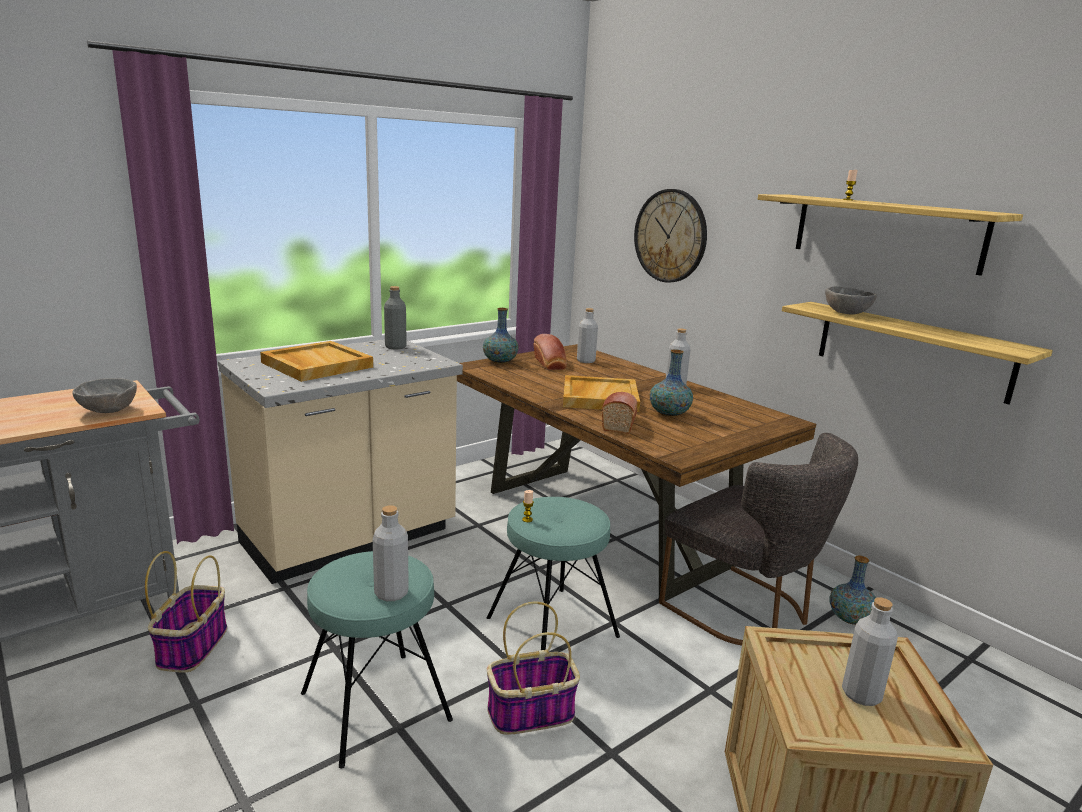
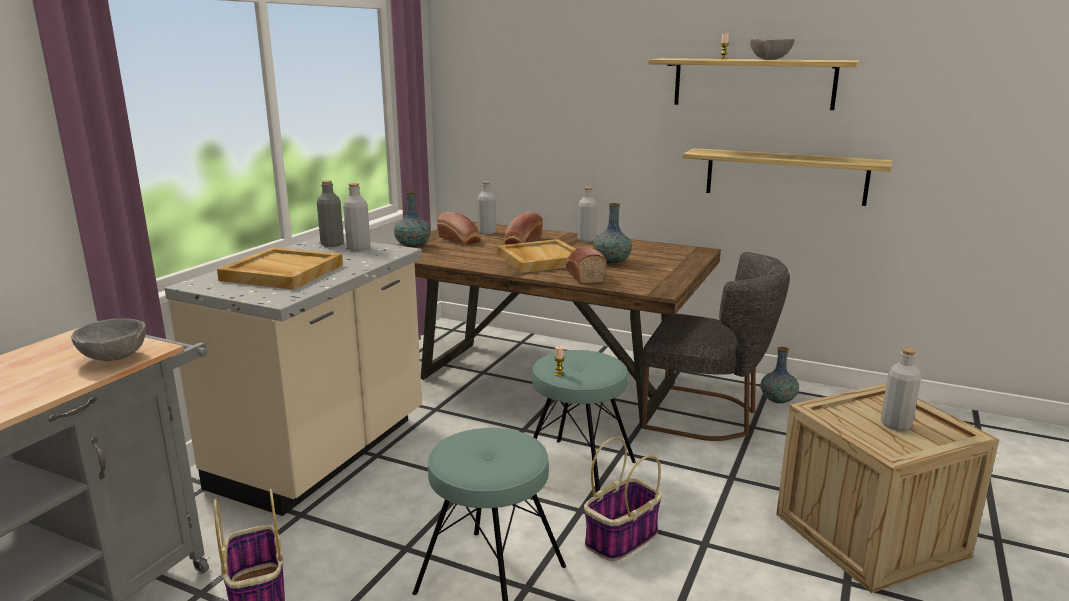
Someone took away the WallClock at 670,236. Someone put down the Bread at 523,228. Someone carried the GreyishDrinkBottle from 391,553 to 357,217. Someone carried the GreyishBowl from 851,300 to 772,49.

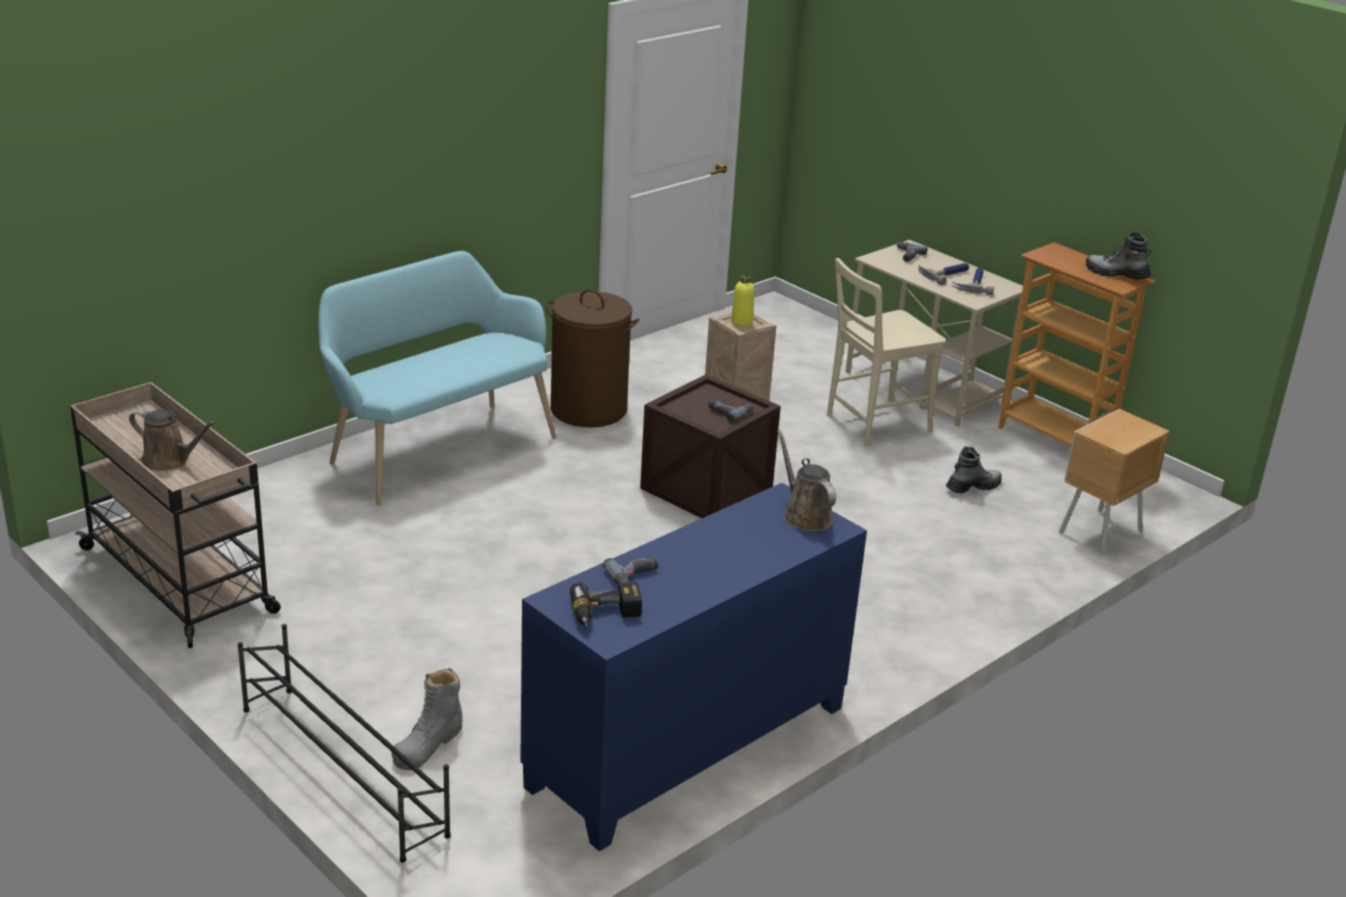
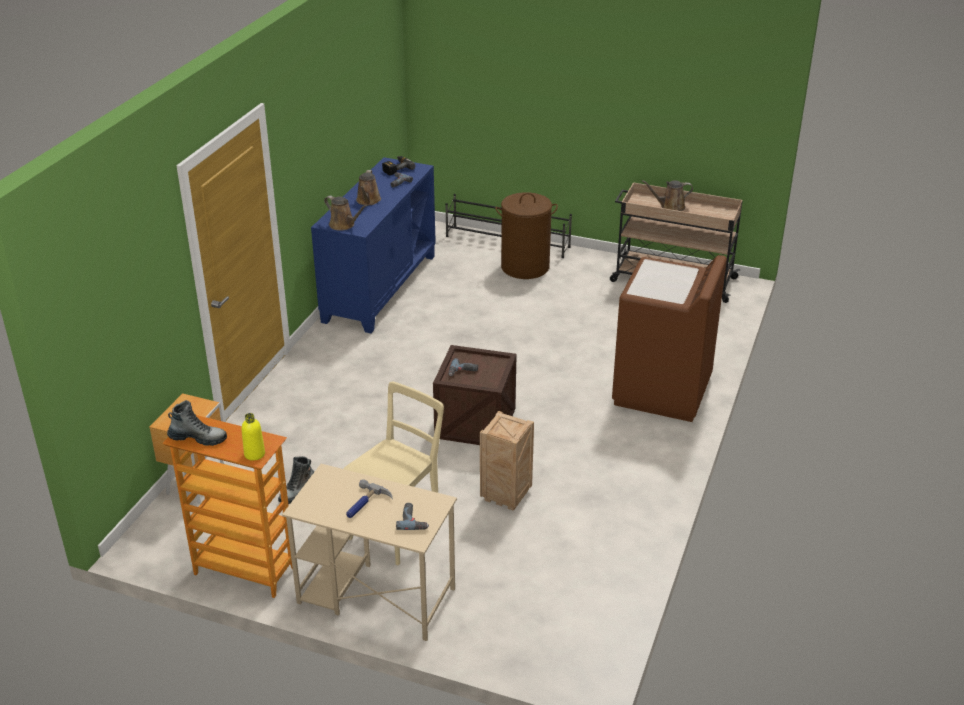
Someone took away the GreyishTallBoot at 427,719. Someone took away the Hammer at 973,281. Someone put down the BrownishSprinklingCan at 368,187. Someone carried the BrownishWashingBasket from 592,358 to 526,235. Someone carried the YellowColouredDrinkBottle from 742,300 to 253,437. Someone swapped the TurquoiseColouredIndoorBench at 437,378 for the BrownishWashingMachine at 669,338.

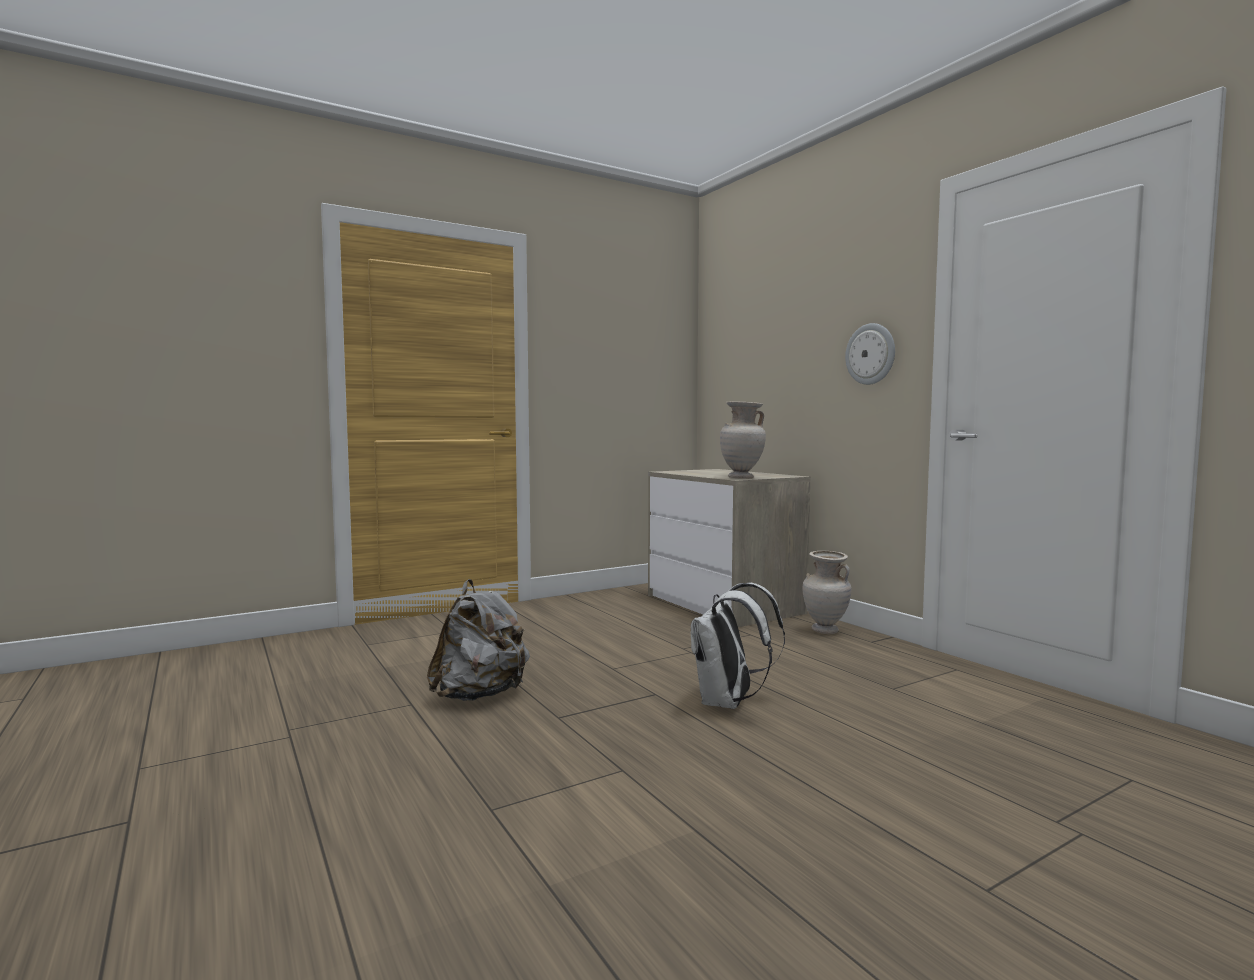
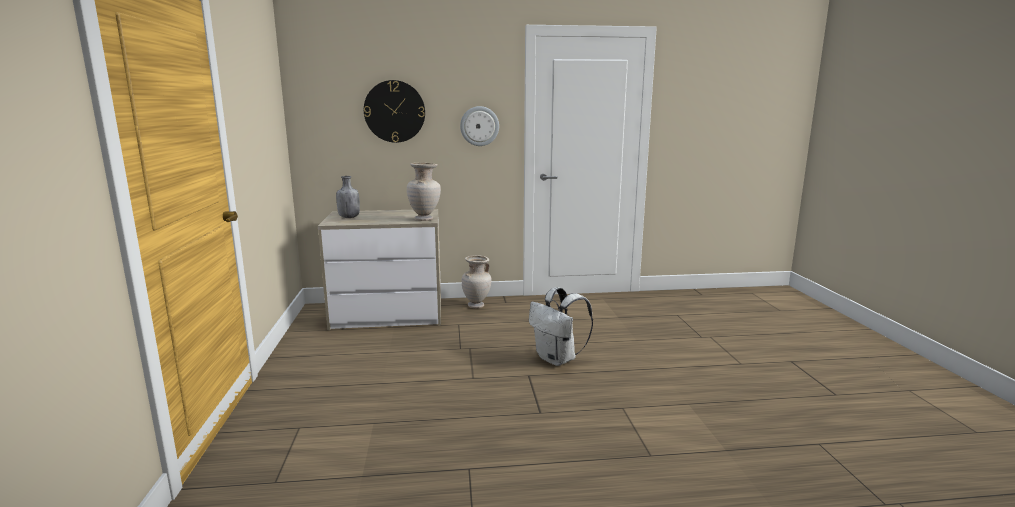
Someone took away the GreyishRucksack at 478,640. Someone put down the GreyishDrinkBottle at 348,197. Someone put up the WallClock at 394,111.

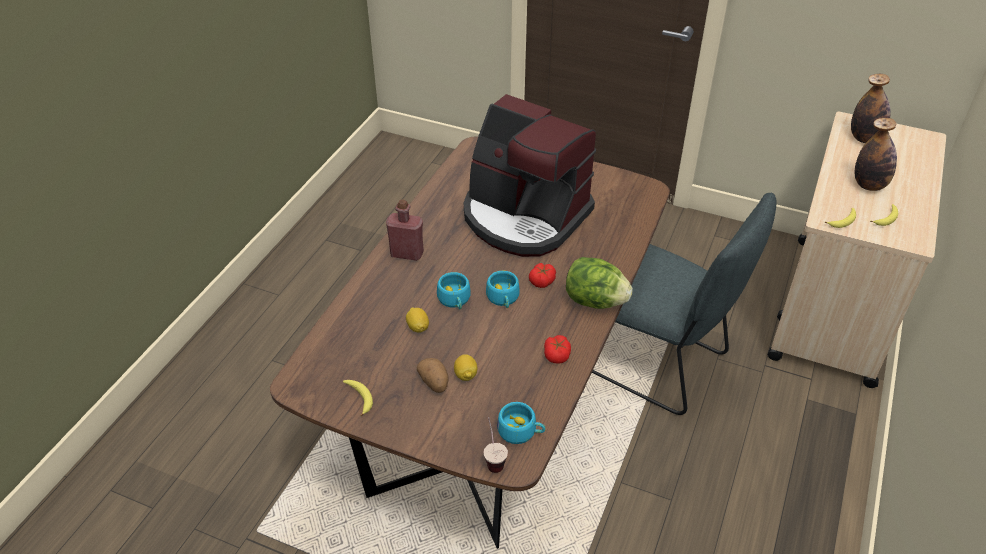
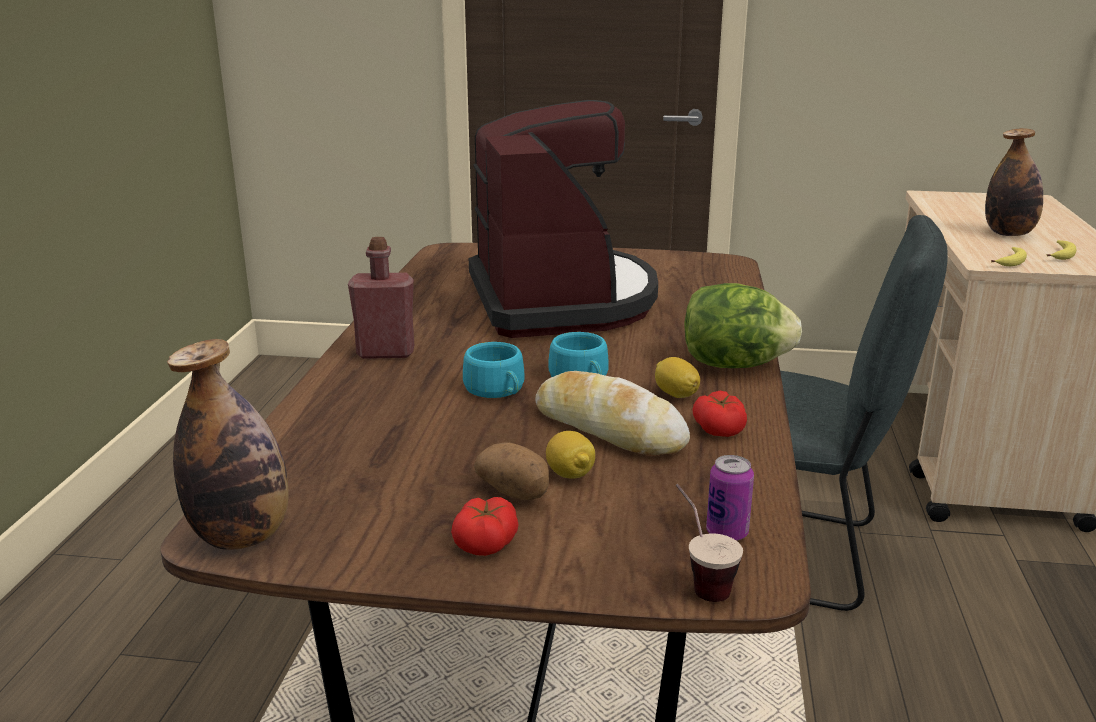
Someone took away the Banana at 358,398. Someone put down the Bread at 612,413. Someone carried the CitrusFruit from 417,320 to 677,377. Someone carried the WholeTomato from 542,275 to 485,526. Someone carried the DrinkBottle from 870,108 to 228,444. Someone swapped the TurquoiseColouredCup at 521,423 for the Can at 730,498. Someone rotated the CoffeeMachine at 530,175 by 120 degrees counterclockwise.

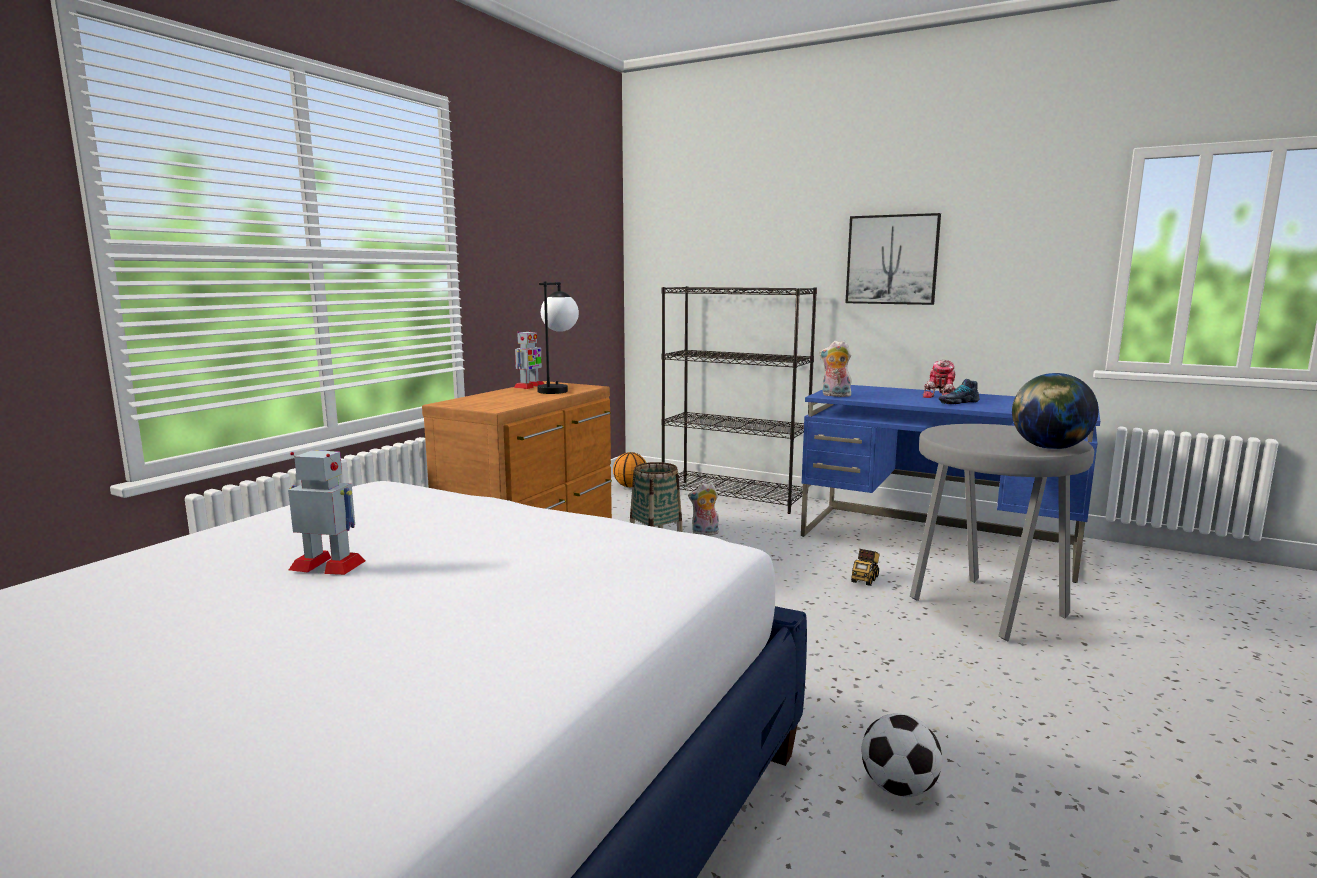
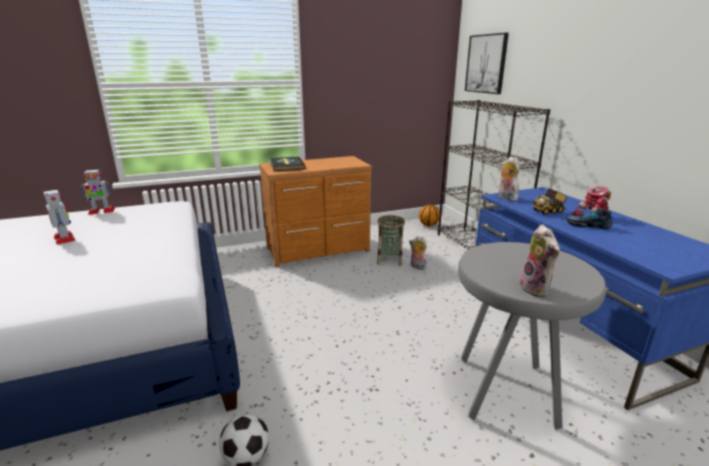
Someone took away the TableLamp at 558,338. Someone put down the BoundBook at 288,163. Someone carried the ModelRobot from 529,359 to 98,192. Someone carried the WallPicture from 893,259 to 487,63. Someone carried the ModelTruck from 865,567 to 550,201. Someone swapped the DeskGlobe at 1055,411 for the SoftToy at 539,260.

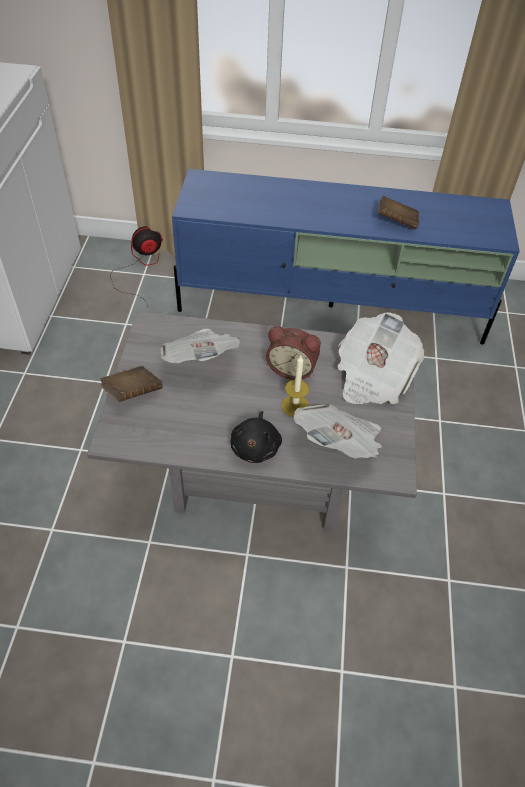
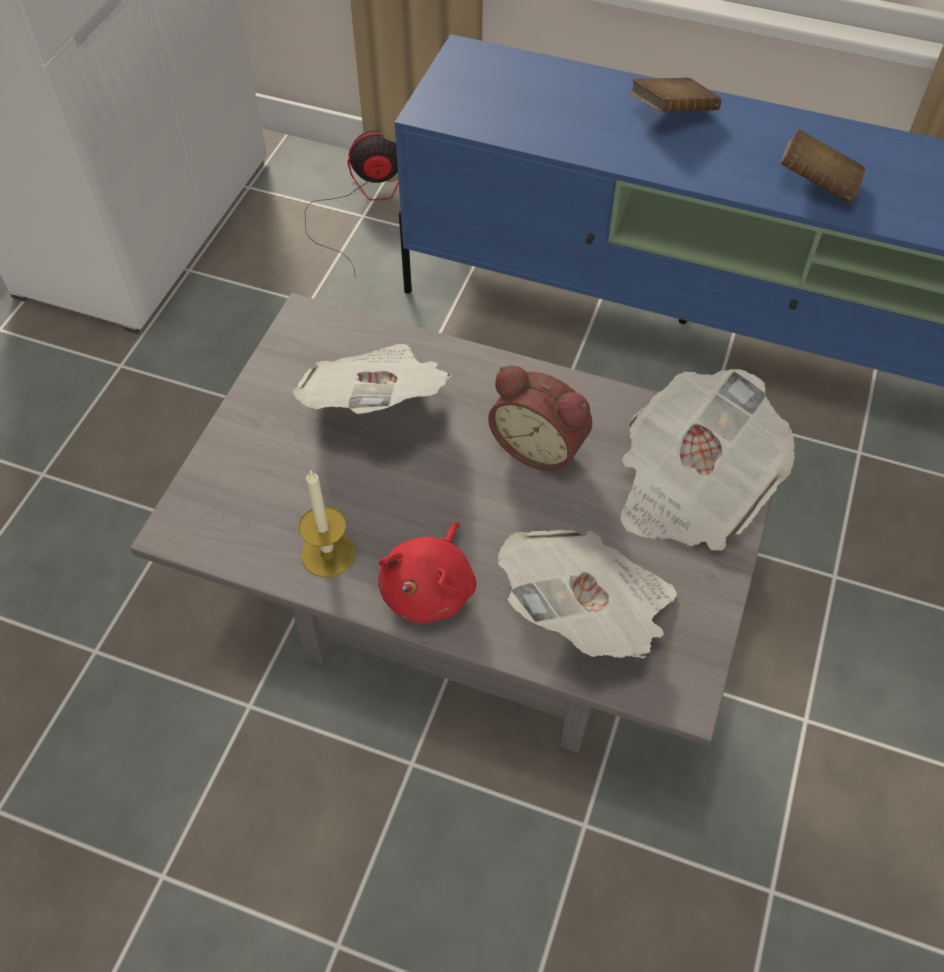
Someone carried the BrownishBoundBook from 131,384 to 675,95. Someone carried the Candle from 295,386 to 326,523. Someone repainted the BlackishSoftToy at 256,437, which became the RedSoftToy at 427,572.

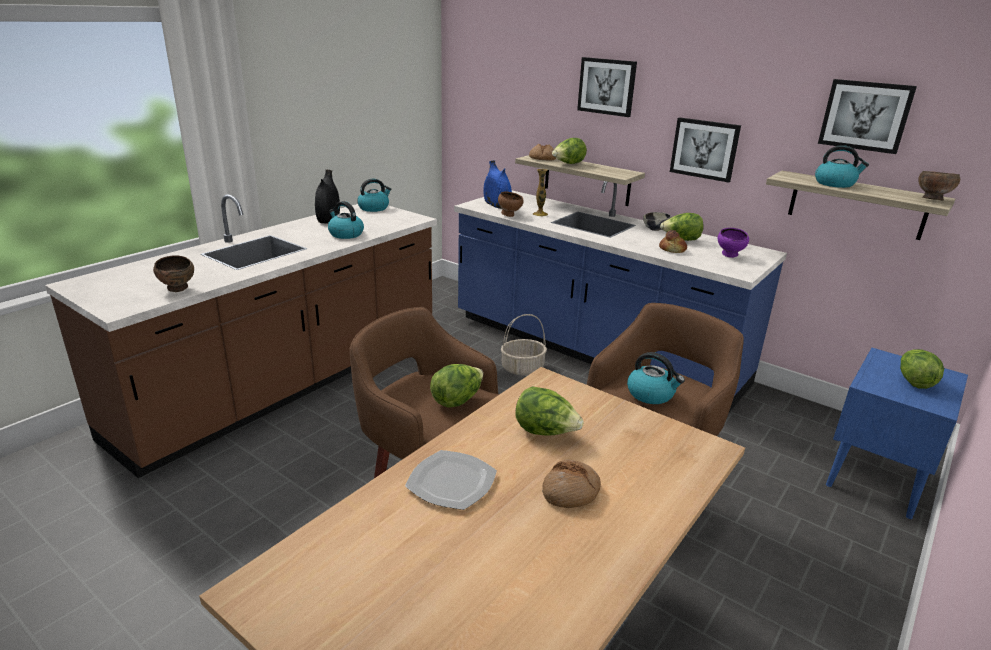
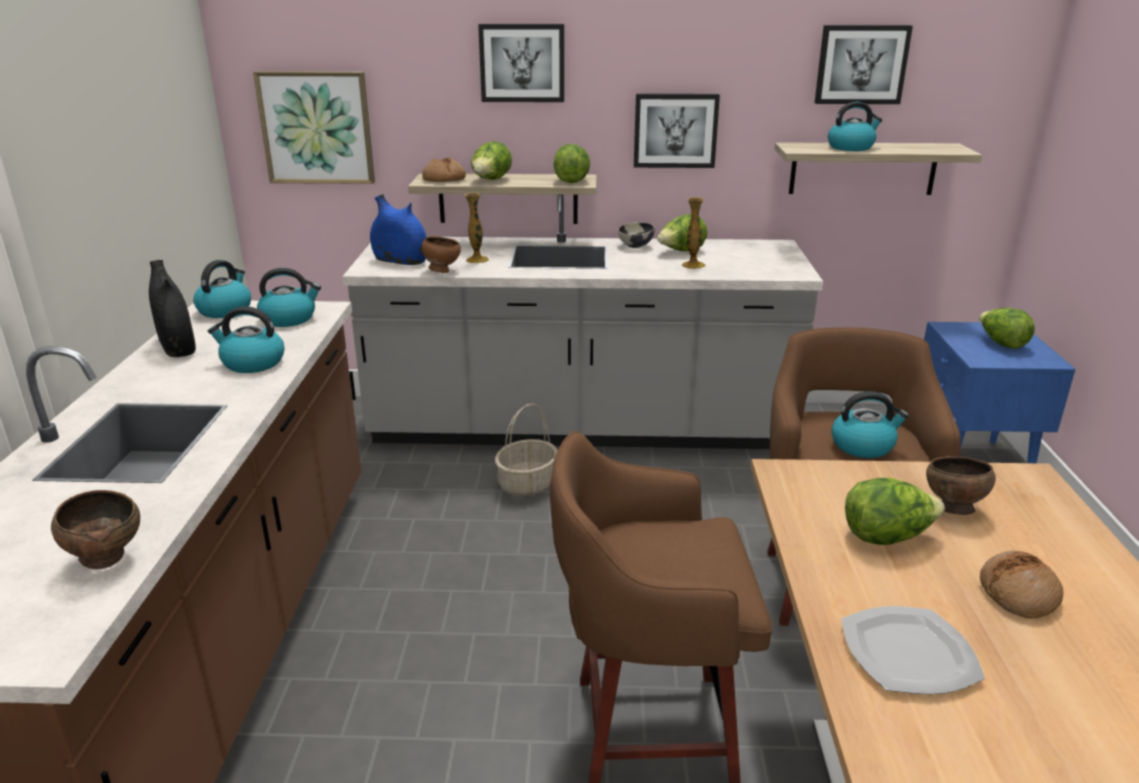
Someone took away the PurpleBowl at 733,243. Someone put up the WallPicture at 314,127. Someone put down the TeaKettle at 289,297. Someone carried the LettuceHead from 456,386 to 572,163. Someone carried the BrownishBowl from 939,185 to 961,485. Someone swapped the Bread at 673,241 for the Vase at 693,233. Someone repainted the BlueKitchenCounter at 620,296, which became the GreyishKitchenCounter at 582,322.

